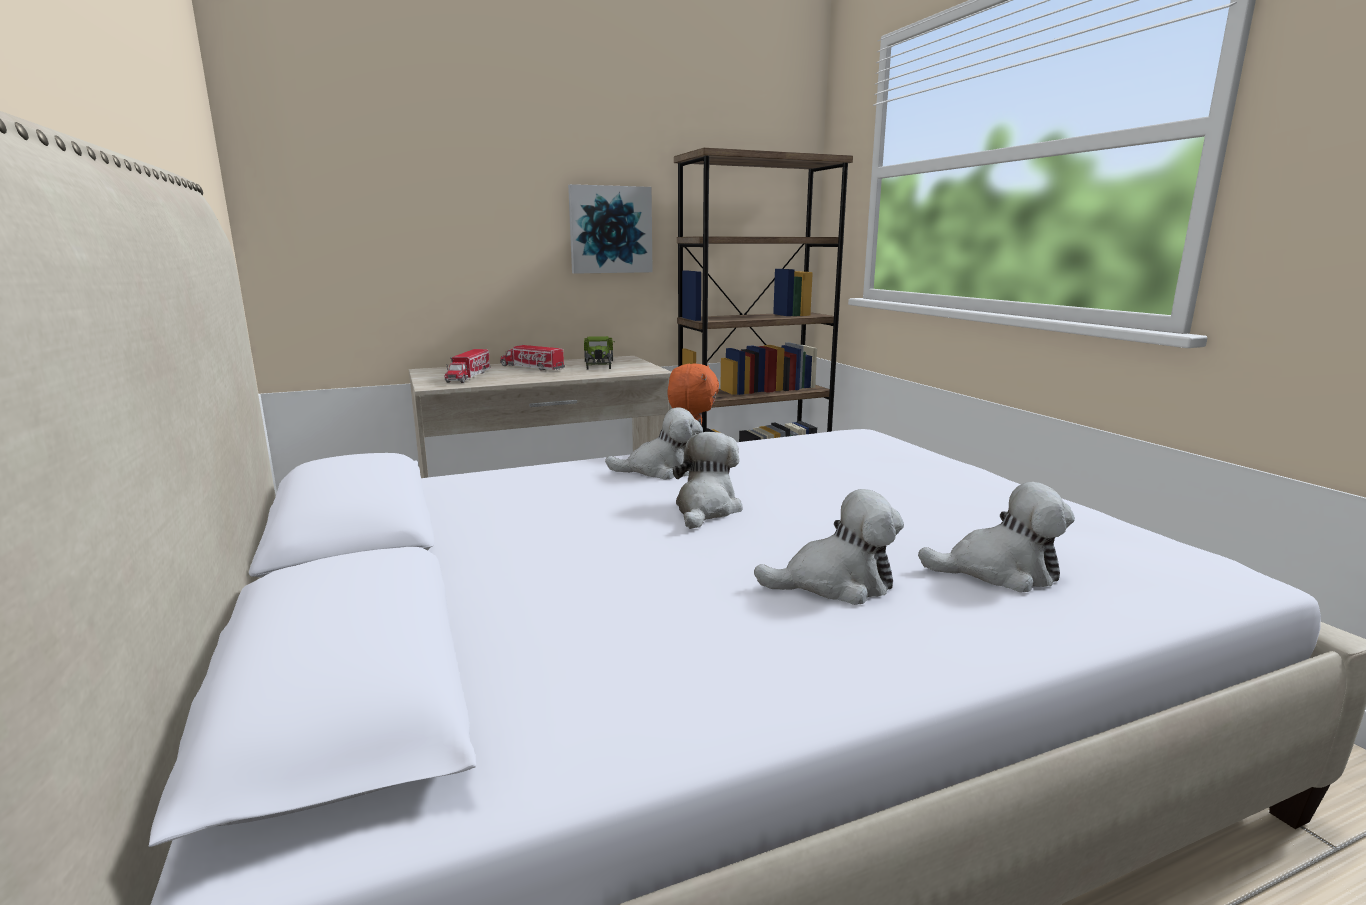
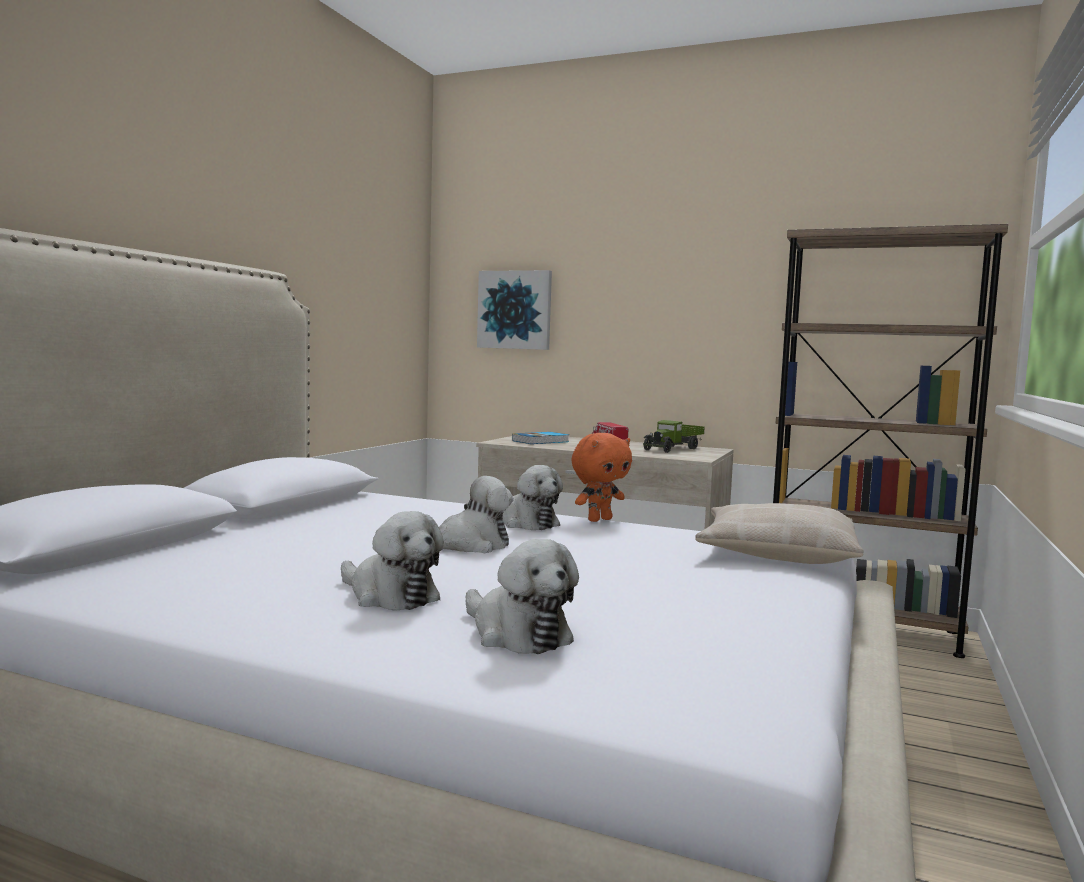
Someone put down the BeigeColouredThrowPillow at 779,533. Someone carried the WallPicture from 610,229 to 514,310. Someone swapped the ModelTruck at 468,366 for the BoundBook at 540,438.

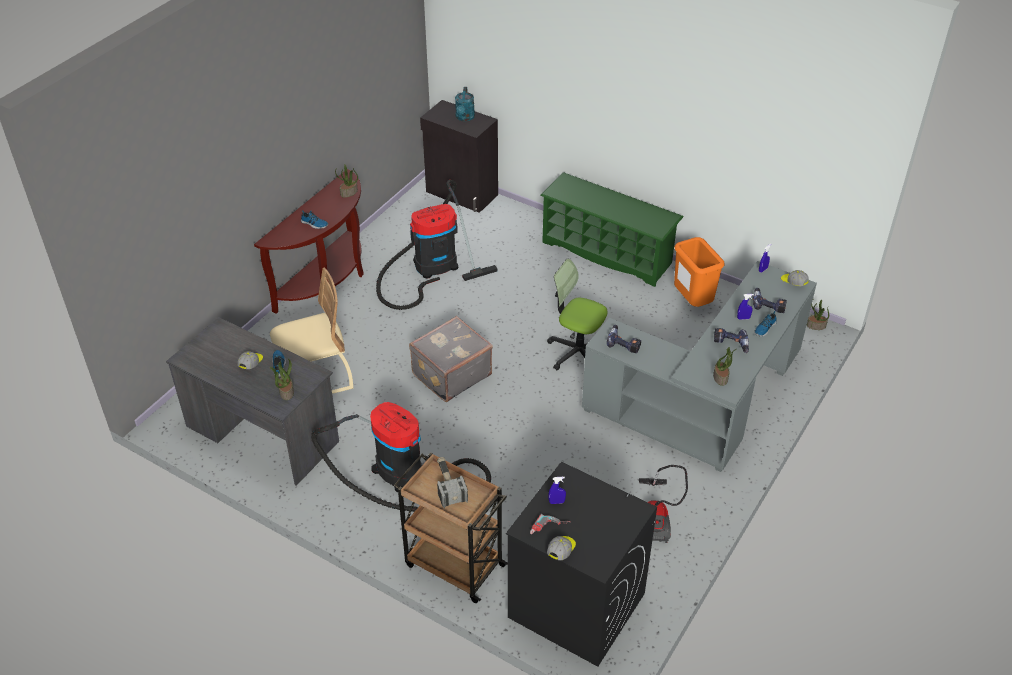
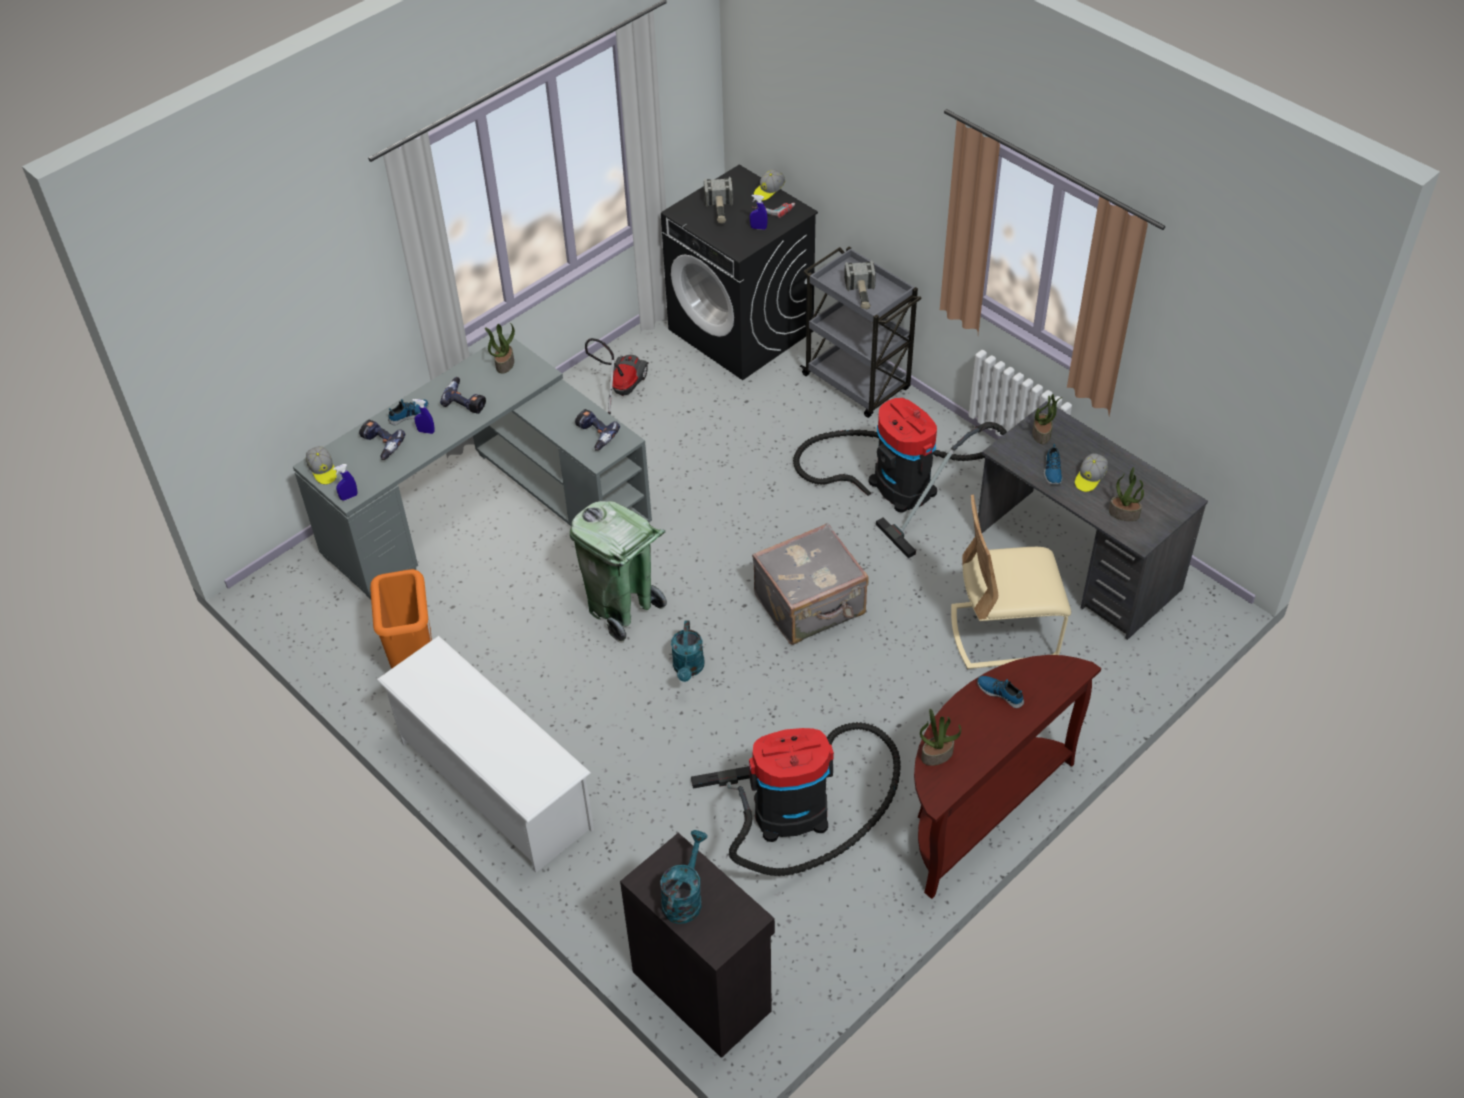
Someone put down the TurquoiseColouredSprinklingCan at 687,651. Someone put down the Hammer at 718,200. Someone carried the Houseplant from 818,314 to 1126,494. Someone swapped the DeskChair at 577,314 for the GreenishRubbishBin at 618,572. Someone repainted the BrownishTrolley at 450,527, which became the GreyishTrolley at 861,332. Someone repainted the GreenishShoeRack at 612,229, which became the WhiteColouredShoeRack at 485,754.

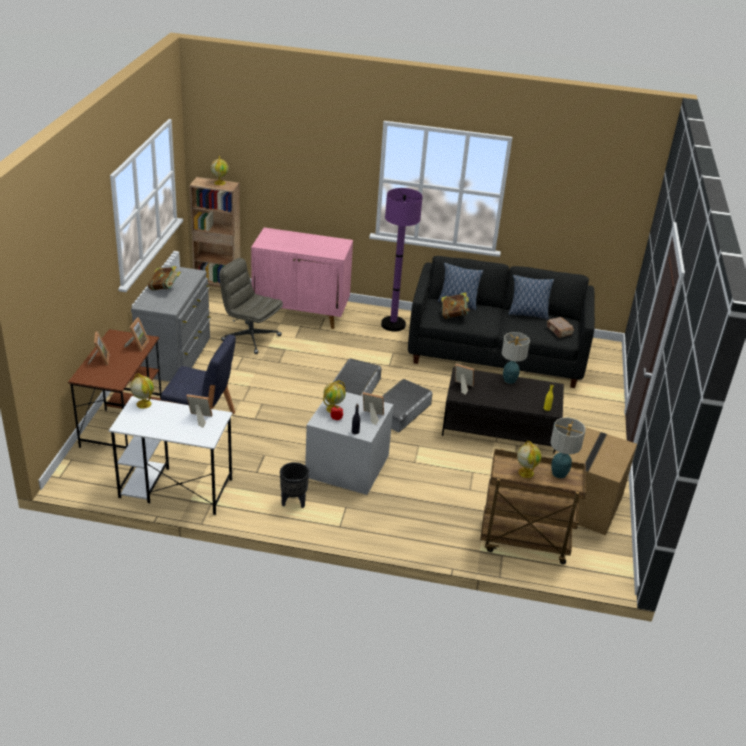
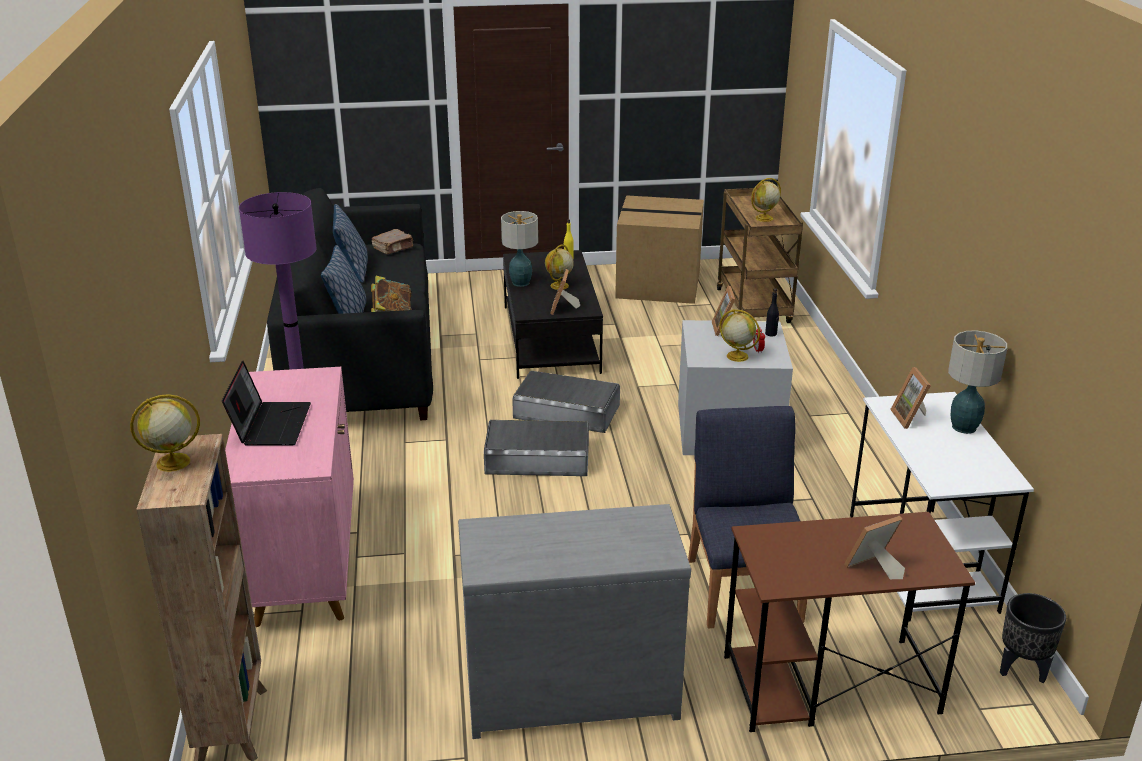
Someone took away the StandingFrame at 136,334. Someone took away the BoundBook at 164,278. Someone took away the GreyishDeskChair at 251,306. Someone put down the NotebookComputer at 266,403. Someone carried the DeskGlobe from 142,391 to 559,267. Someone carried the BlackishFlowerPot from 294,485 to 1033,638. Someone carried the TableLamp from 568,447 to 977,382.

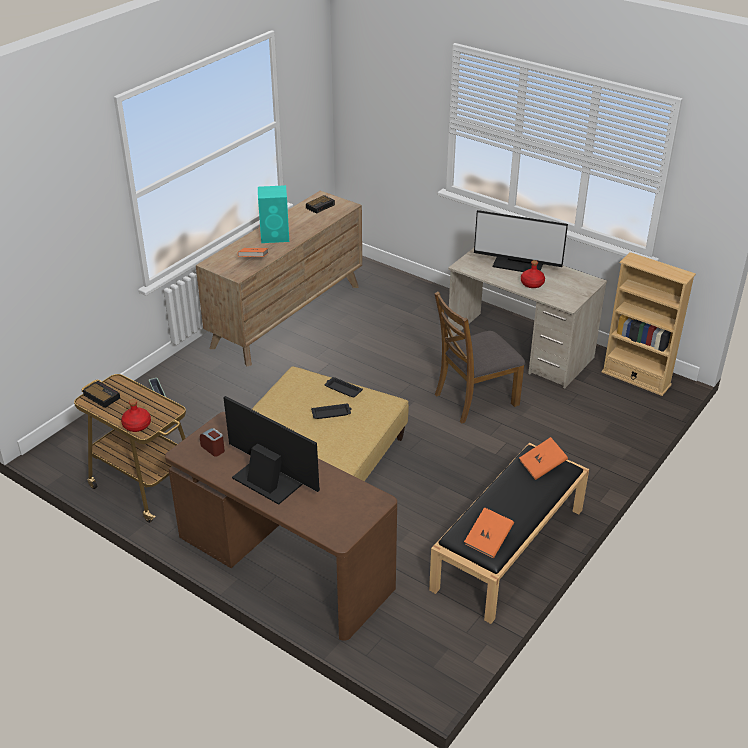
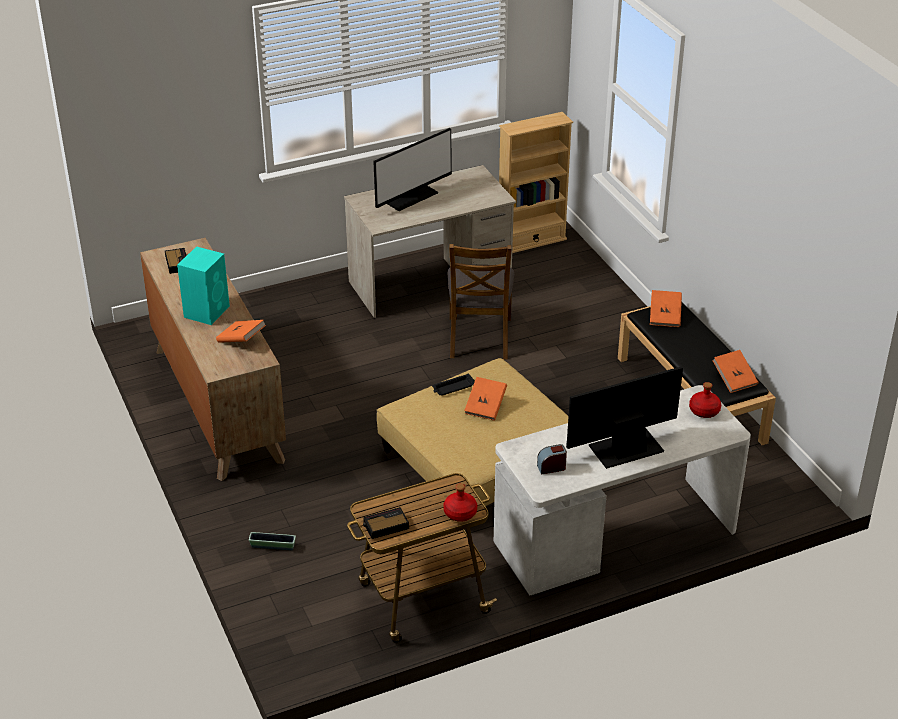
Someone carried the RedDrinkBottle from 533,274 to 705,400. Someone swapped the BlackishServingTray at 331,411 for the OrangeyBoundBook at 485,399. Someone repainted the BrownishDesk at 281,526, which became the WhiteColouredDesk at 622,490.

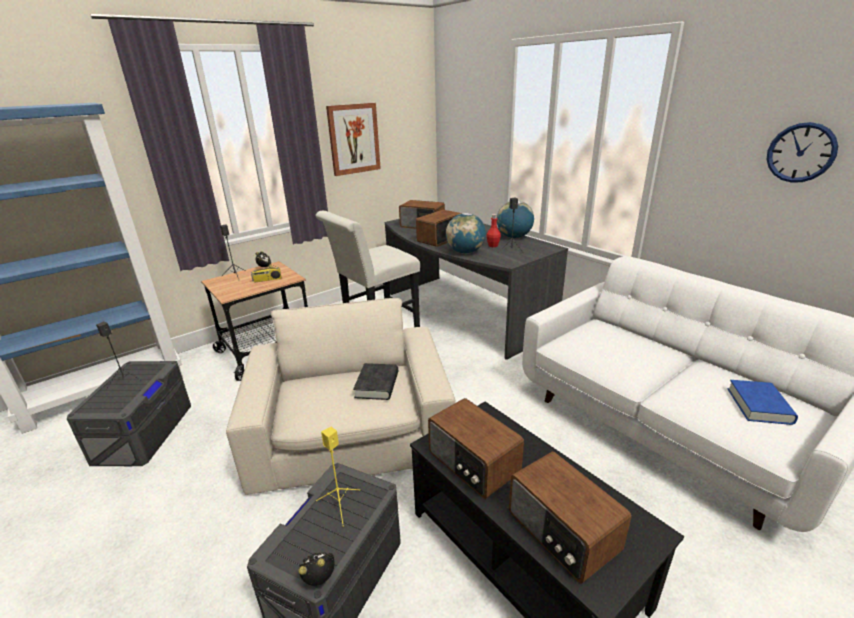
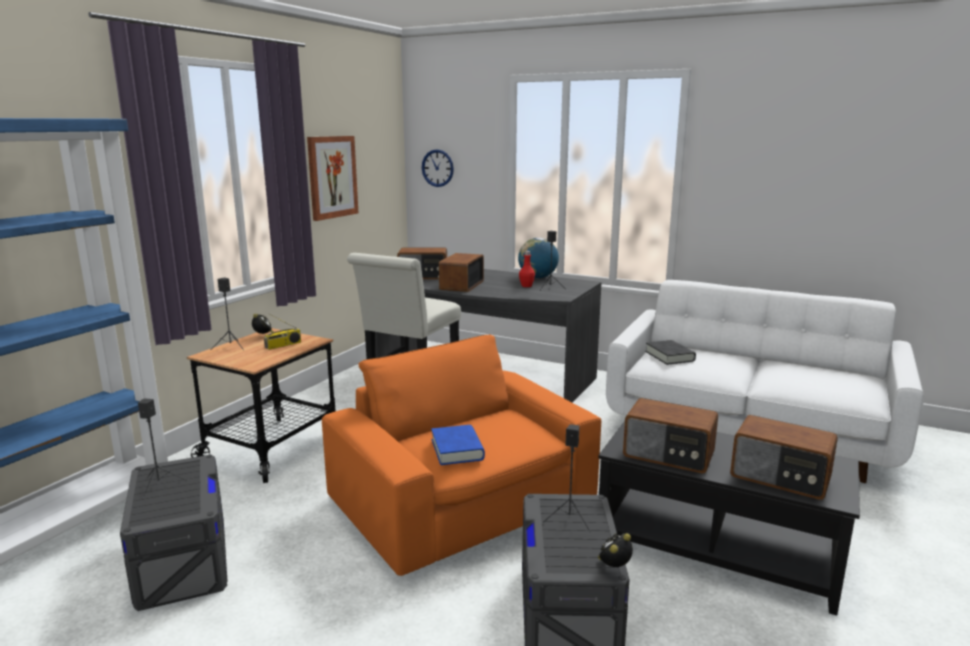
Someone took away the DeskGlobe at 466,233. Someone carried the BlackishBoundBook from 375,381 to 670,352. Someone carried the BlueBoundBook from 763,402 to 458,445. Someone carried the WallClock from 802,152 to 438,168. Someone repainted the BeigeColouredEasyChair at 341,396, which became the OrangeyEasyChair at 461,455. Someone repainted the YellowColouredSpeaker at 338,477, which became the BlackishSpeaker at 567,478.

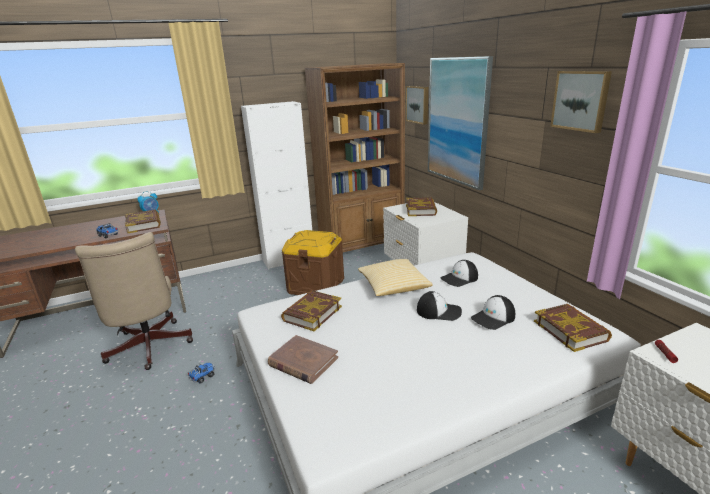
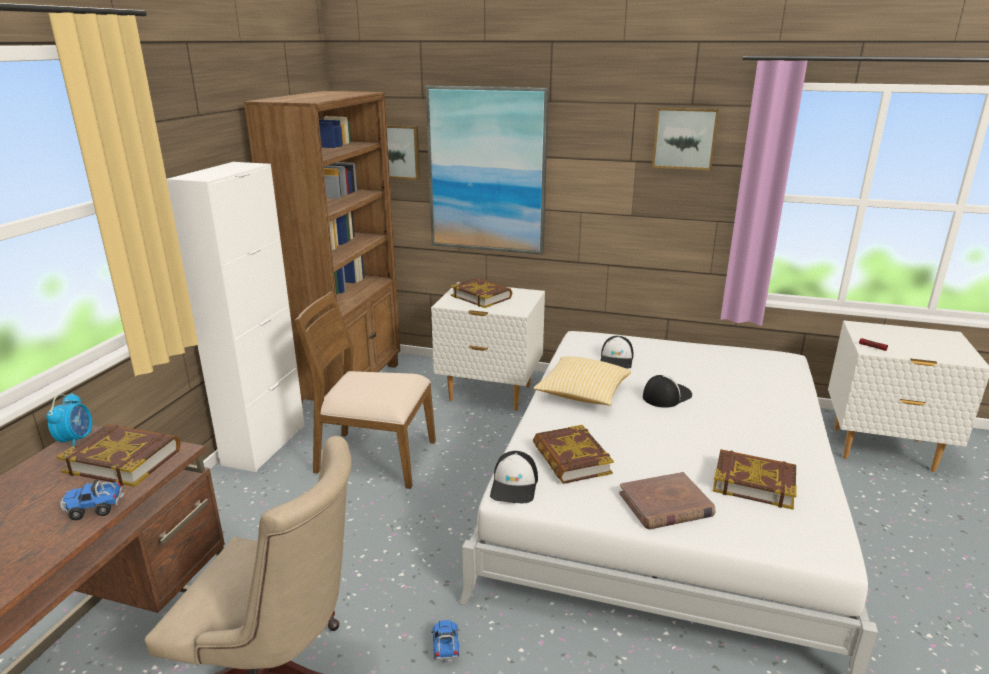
Someone carried the Cap from 493,312 to 514,477. Someone carried the BoundBook from 573,328 to 755,479. Someone swapped the BrownishStorageBox at 313,262 for the BrownishChair at 365,390.

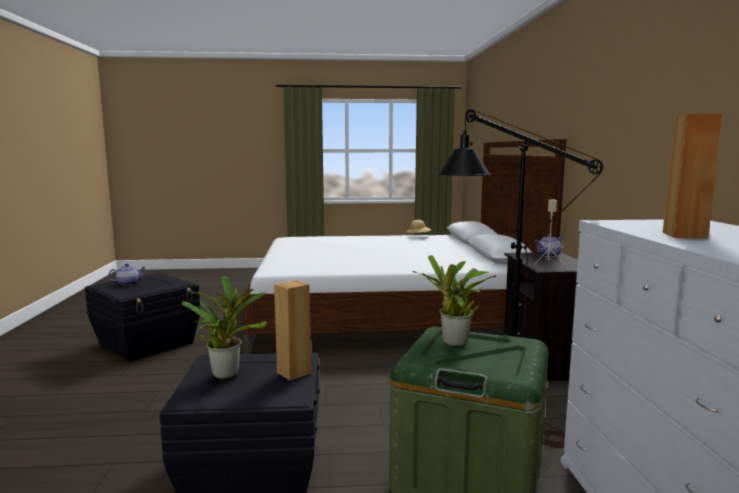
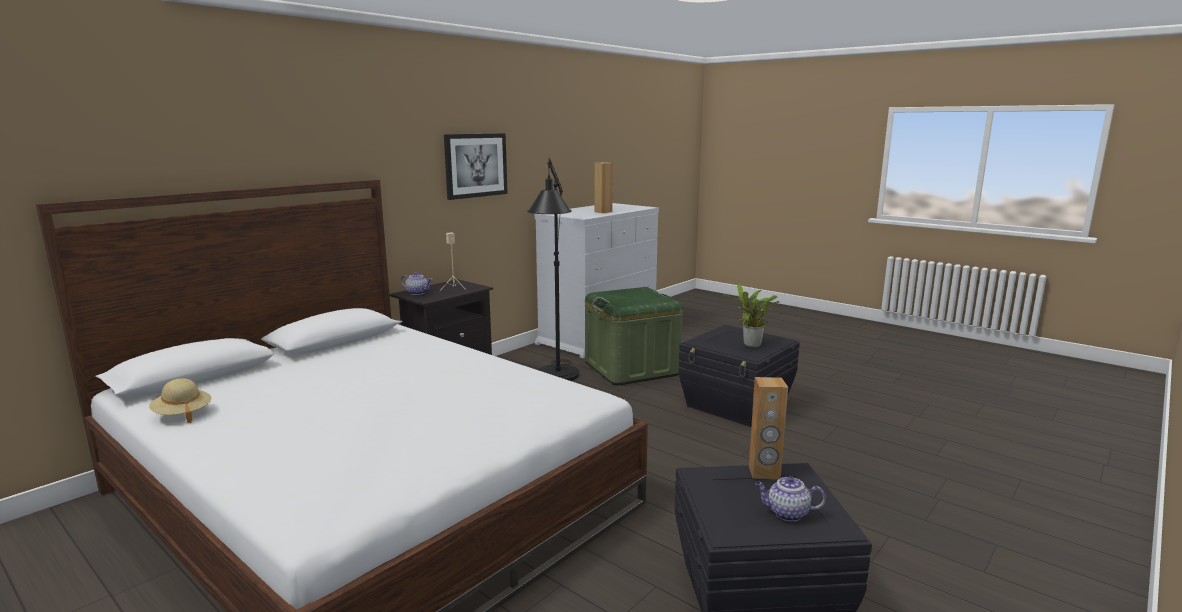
Someone took away the Houseplant at 454,301. Someone put up the WallPicture at 476,166. Someone carried the BrownishSpeaker from 292,330 to 768,428.

